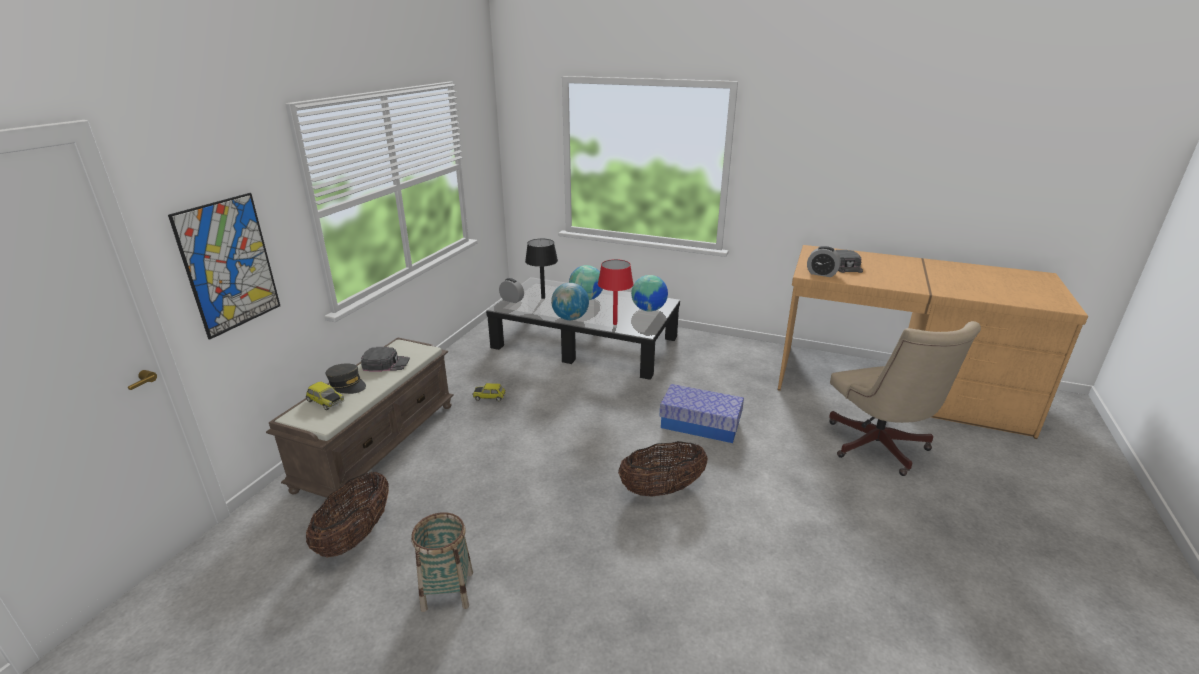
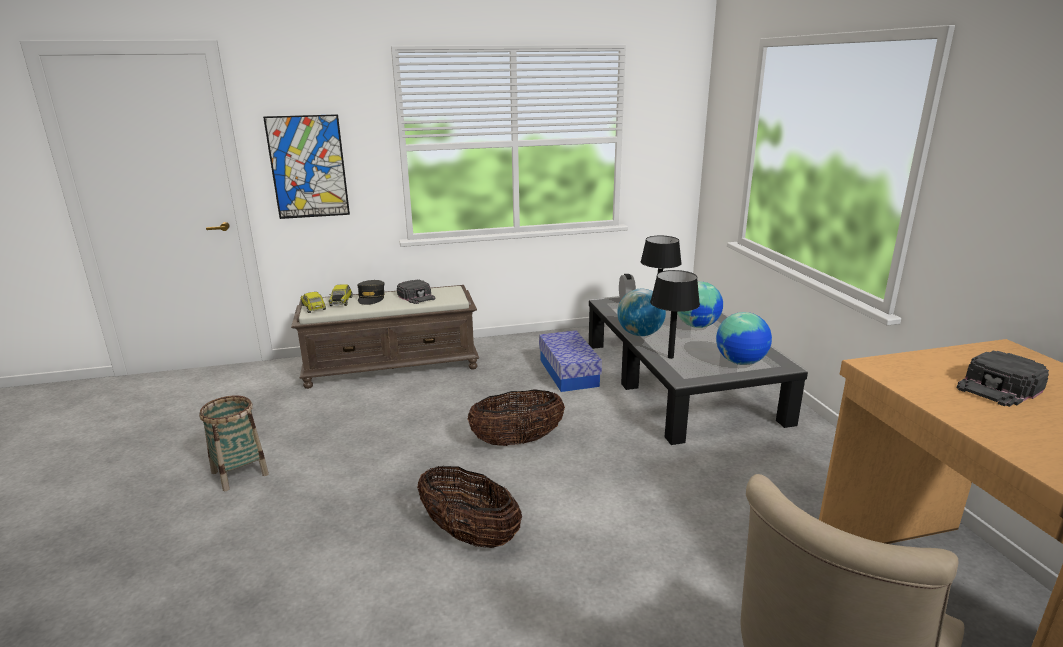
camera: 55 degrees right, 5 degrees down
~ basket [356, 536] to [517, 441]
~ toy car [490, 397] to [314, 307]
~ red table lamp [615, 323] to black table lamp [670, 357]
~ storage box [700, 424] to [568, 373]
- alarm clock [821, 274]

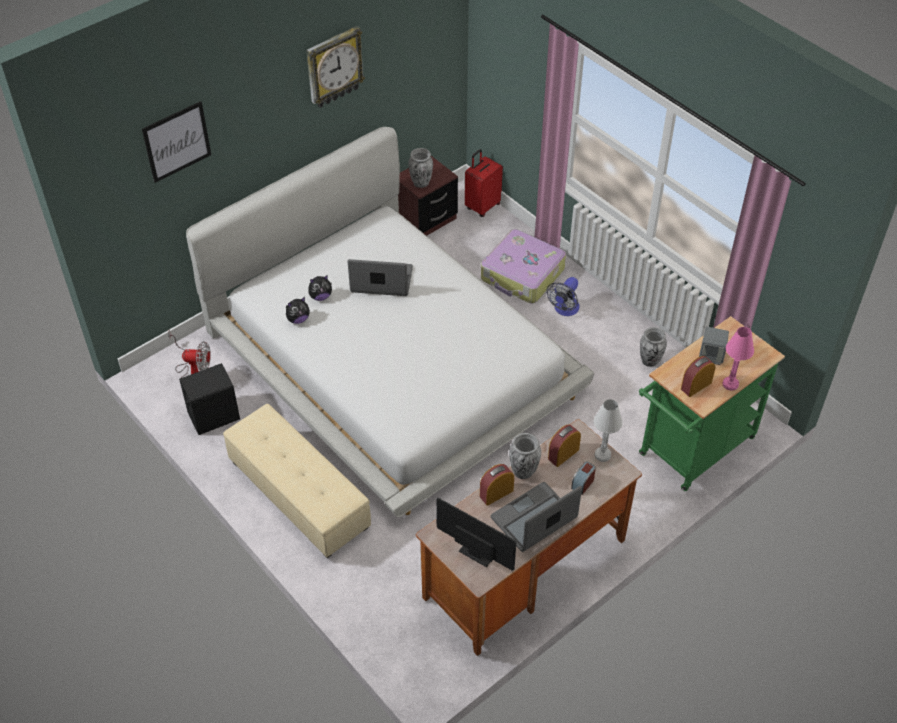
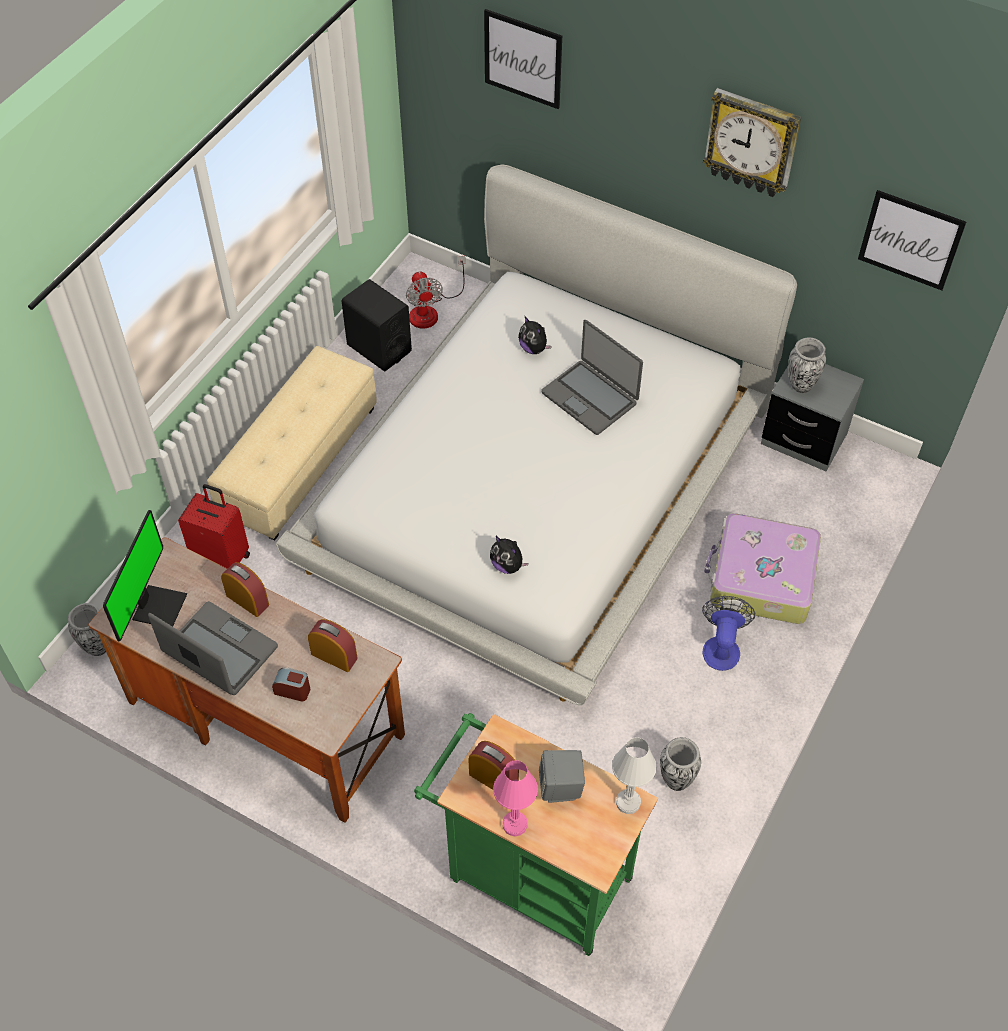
camera: 70 degrees right, 5 degrees up
~ plush toy [298, 319] to [507, 565]
~ laptop [381, 280] = [590, 397] 150 degrees clockwise
~ brown nightstand [425, 219] to grey nightstand [803, 439]
~ red suitcase [482, 206] to [223, 558]
~ vase [523, 472] to [98, 646]
~ fan [564, 310] = [721, 647] 90 degrees clockwise
~ white table lamp [602, 455] to [628, 802]
+ picture [910, 240]

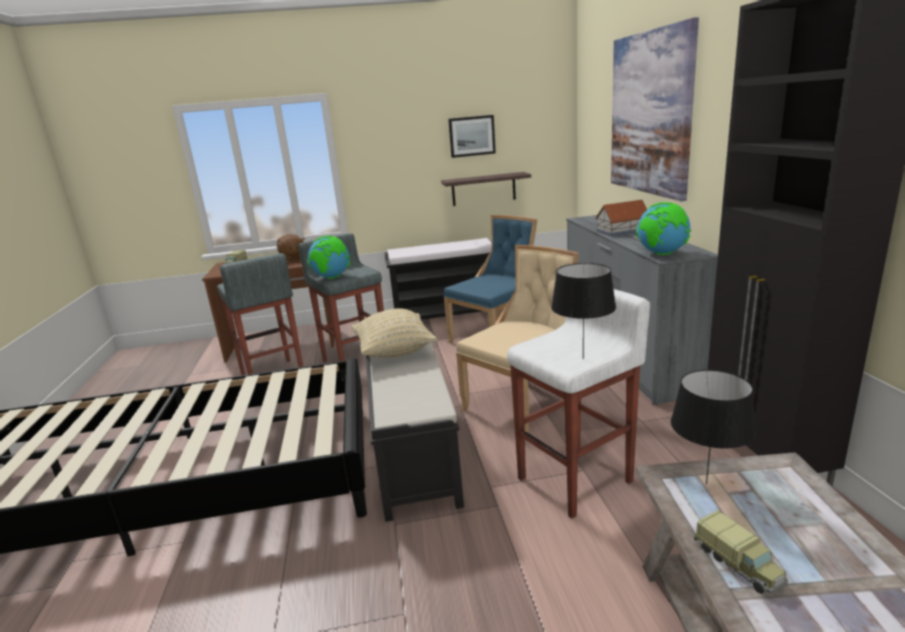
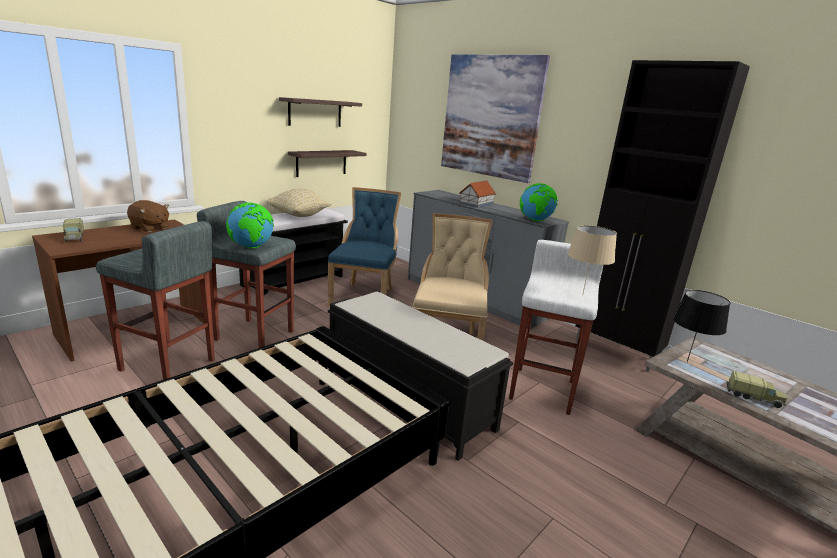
camera: 40 degrees left, 0 degrees up
~ beige pillow [395, 352] to [298, 216]
~ picture [472, 136] to shelf [315, 113]
~ black table lamp [582, 358] to beige table lamp [582, 295]

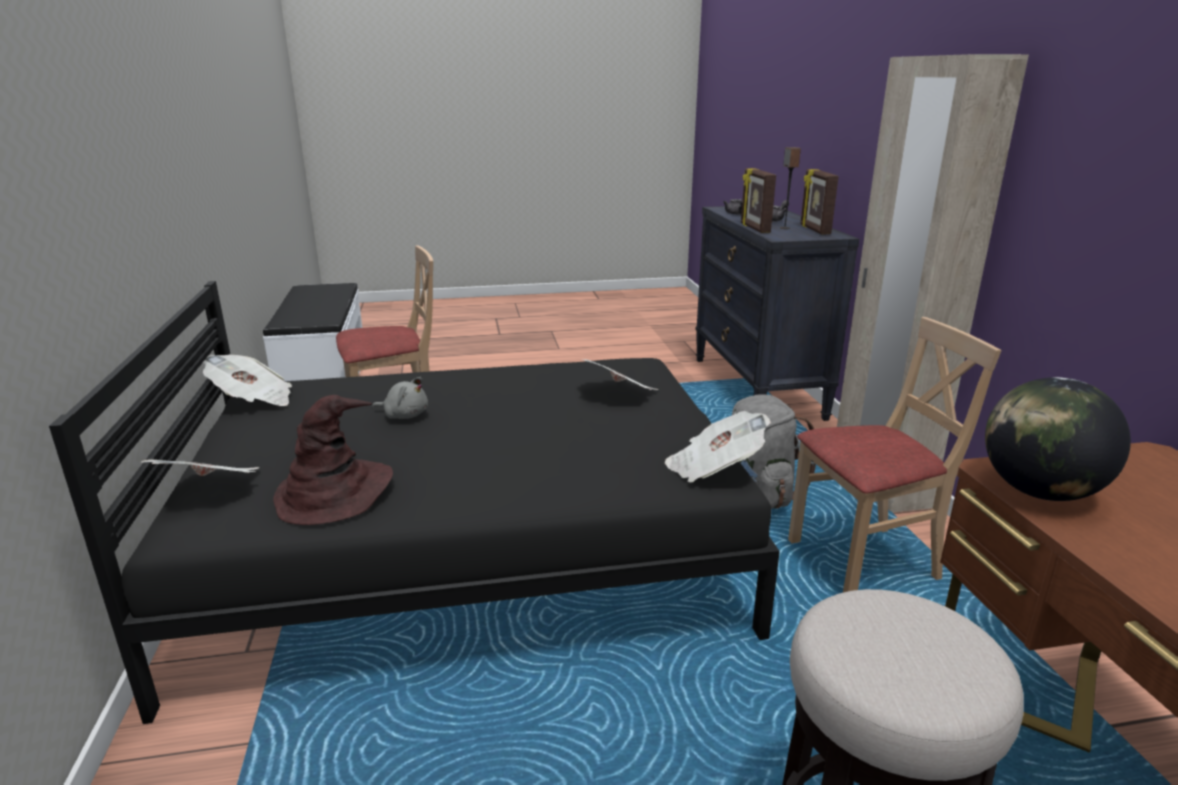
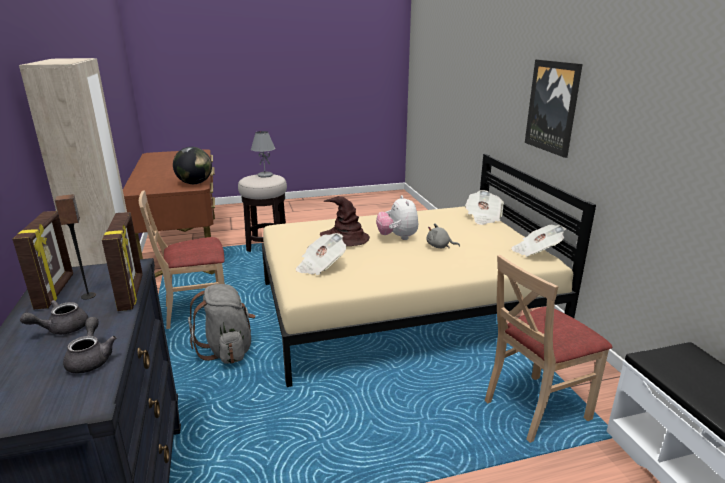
camera: 175 degrees right, 0 degrees up
~ black bed [469, 551] to beige bed [402, 308]
~ brown hat [334, 493] to [344, 238]
- newspaper [714, 469]
+ grey table lamp [264, 175]
+ plush toy [397, 237]
+ picture [553, 107]

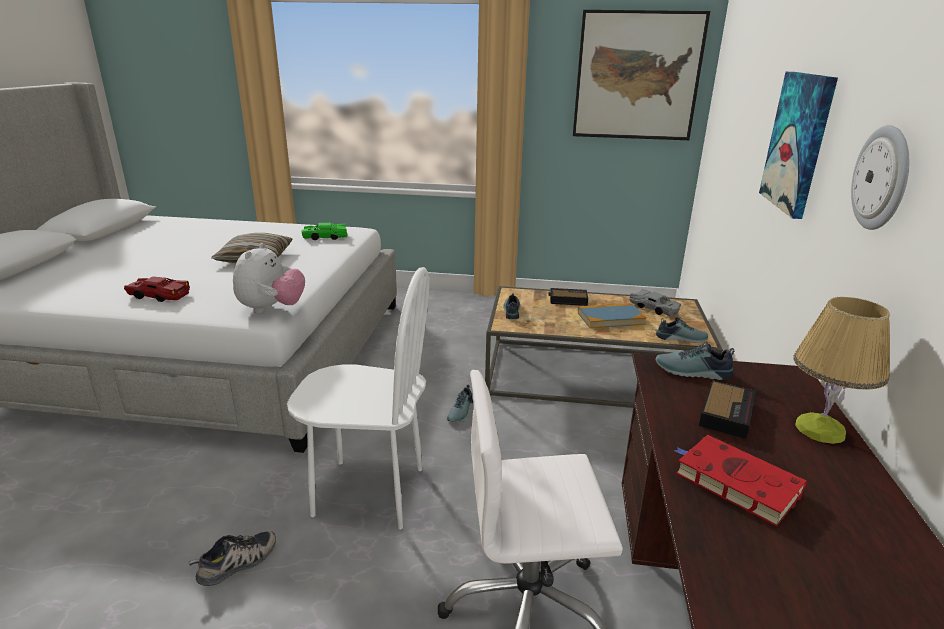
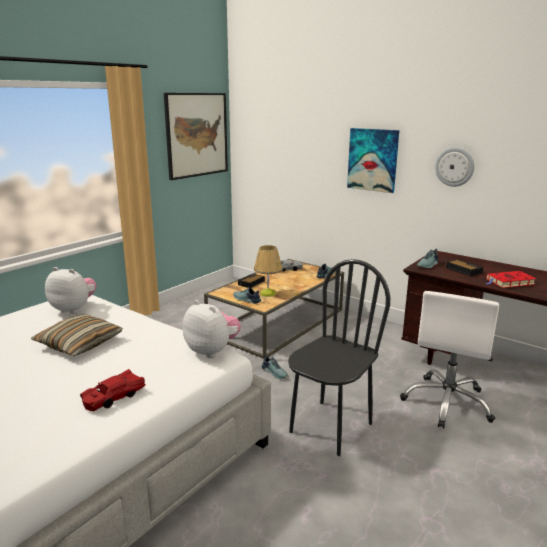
camera: 60 degrees left, 5 degrees down
- shoe [238, 563]
~ white chair [369, 492] to black chair [330, 427]
~ green toy car [325, 237] to plush toy [74, 309]
- book [610, 318]
~ table lamp [819, 429] to [268, 293]

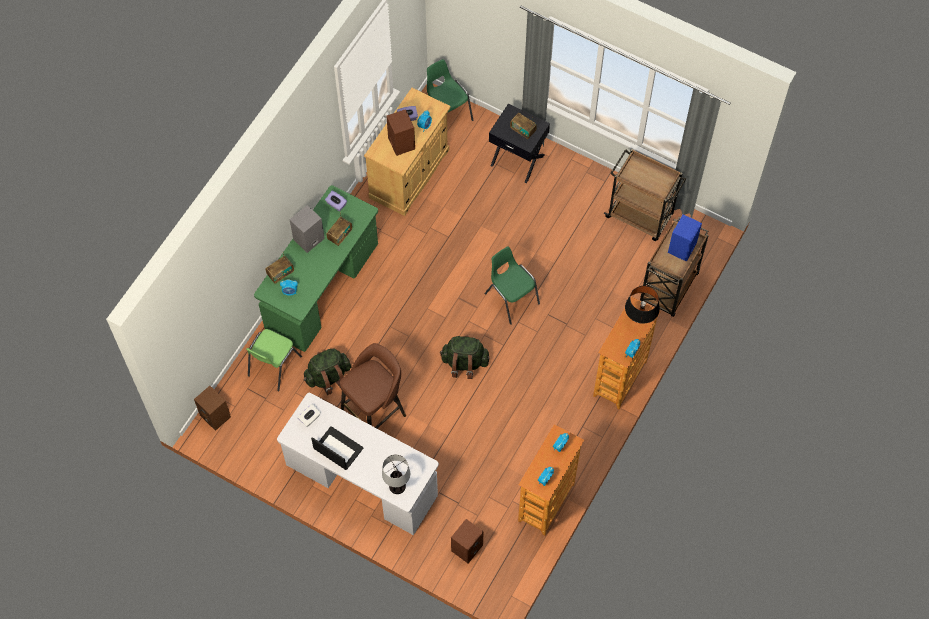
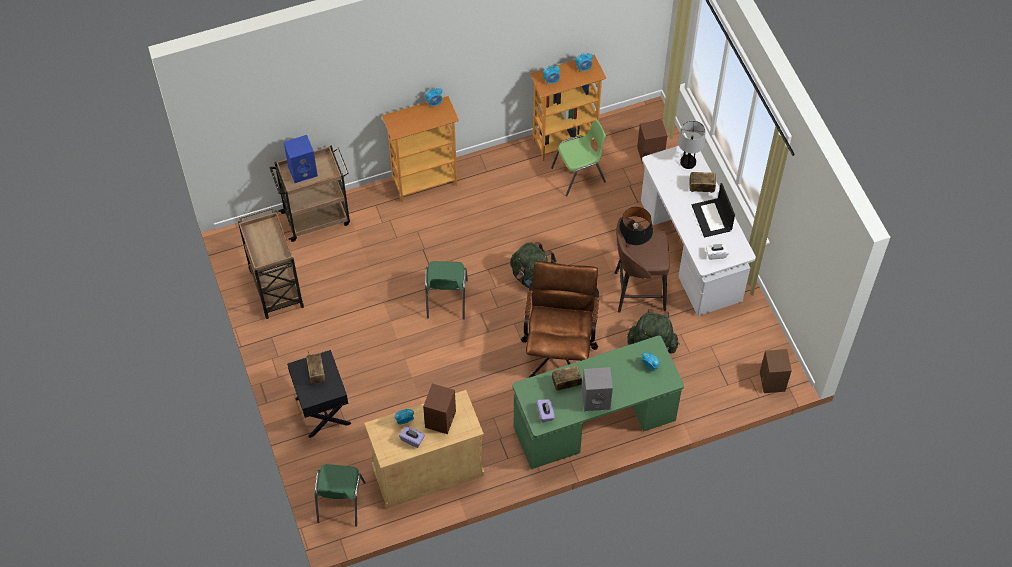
camera: 140 degrees left, 5 degrees down
~ green chair [273, 366] to [579, 175]
~ radio [280, 274] to [701, 188]
~ black table lamp [640, 317] to [634, 243]
+ brown office chair [559, 348]

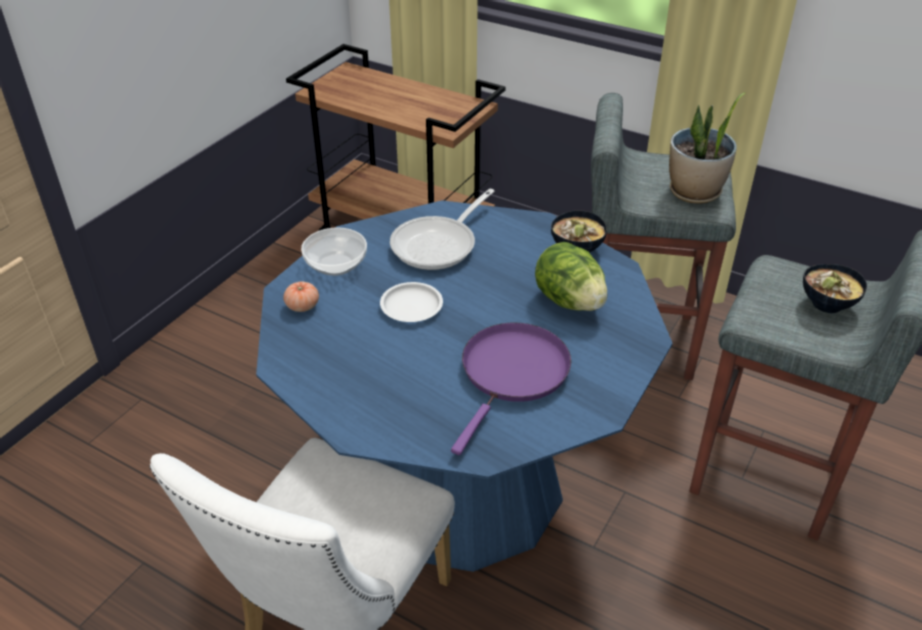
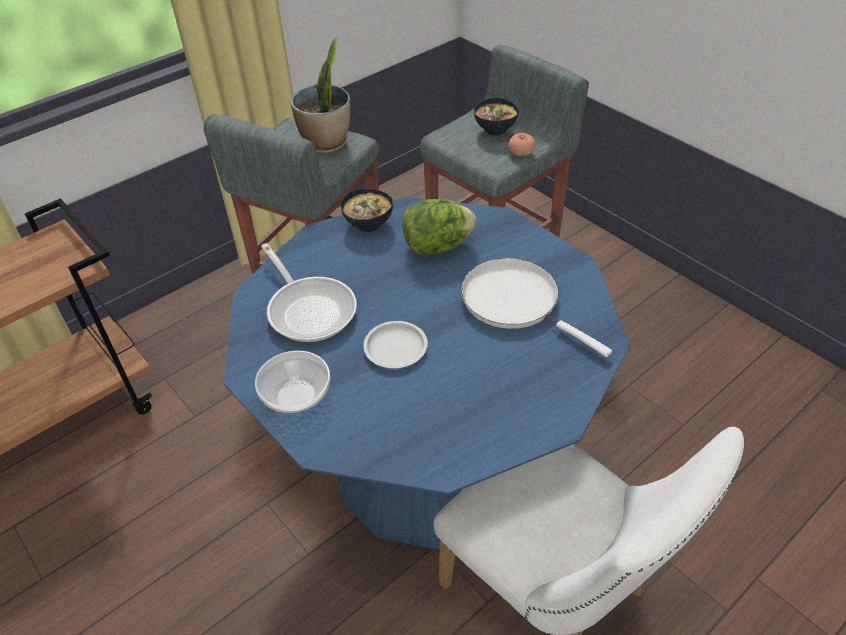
camera: 70 degrees left, 5 degrees up
~ tomato [302, 306] to [521, 152]
~ purple frying pan [512, 373] to white frying pan [515, 302]

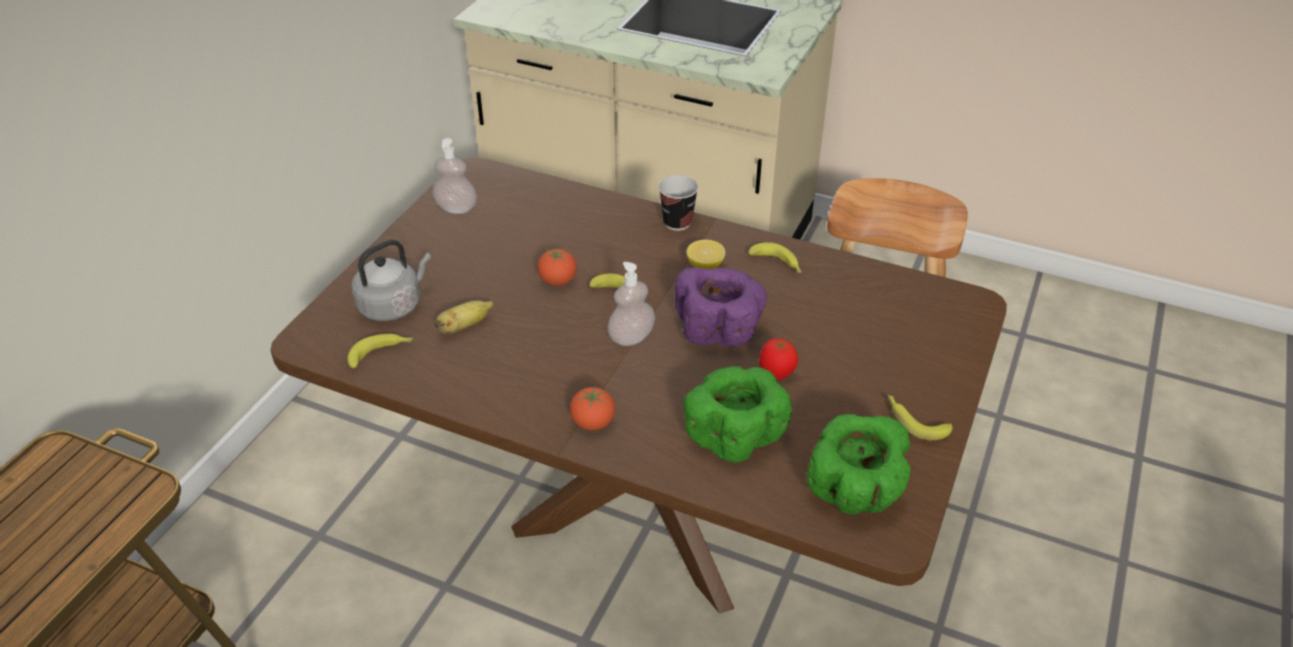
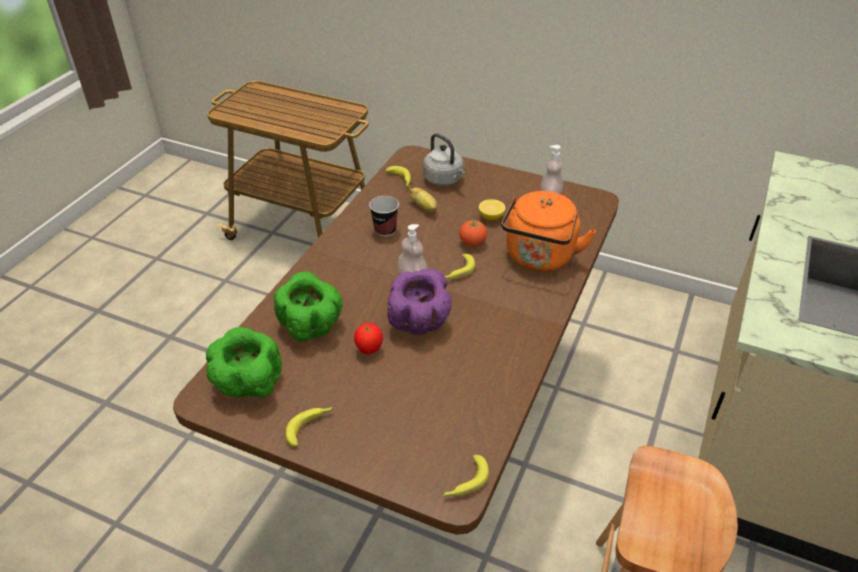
camera: 90 degrees right, 0 degrees up
- tomato [593, 423]
~ cup [677, 222] to [385, 230]
~ lemon [705, 265] to [491, 217]
~ banana [777, 264] to [465, 482]
+ orange kettle [539, 258]

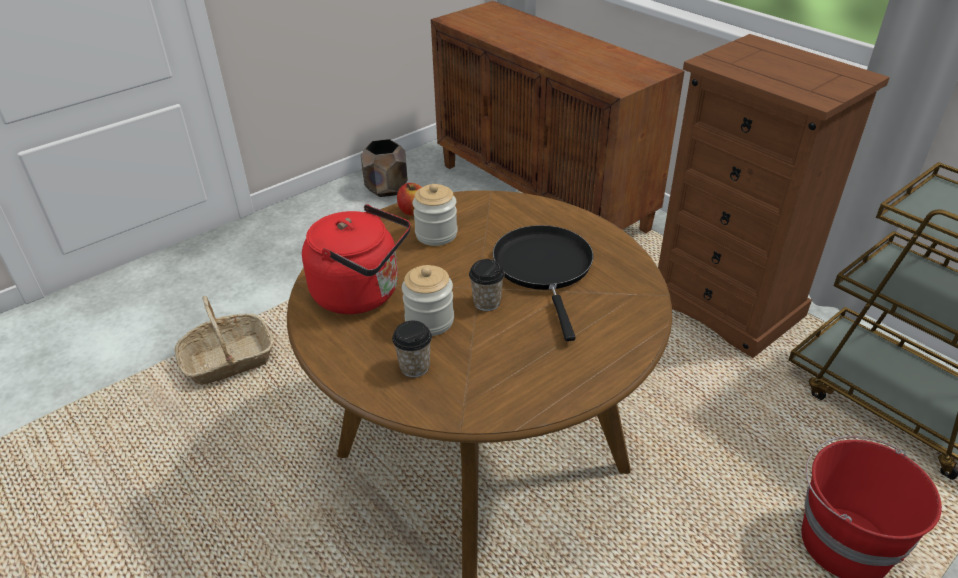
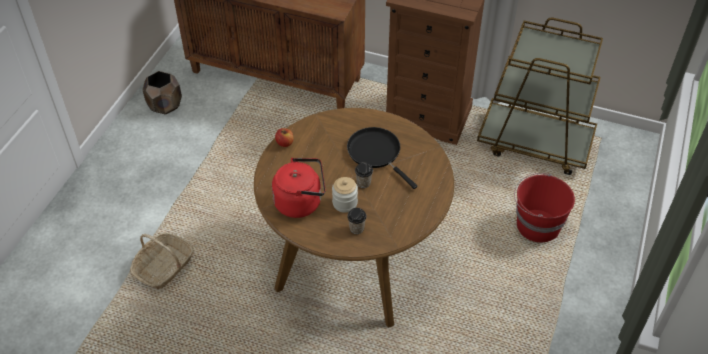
camera: 30 degrees left, 10 degrees up
- jar [436, 234]

